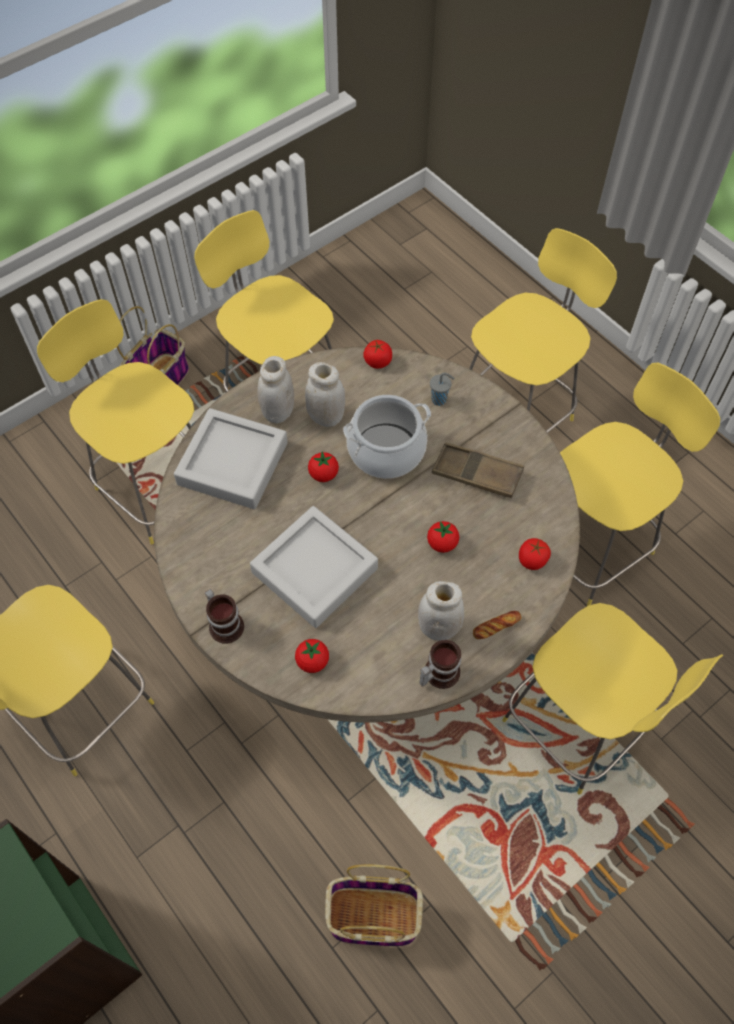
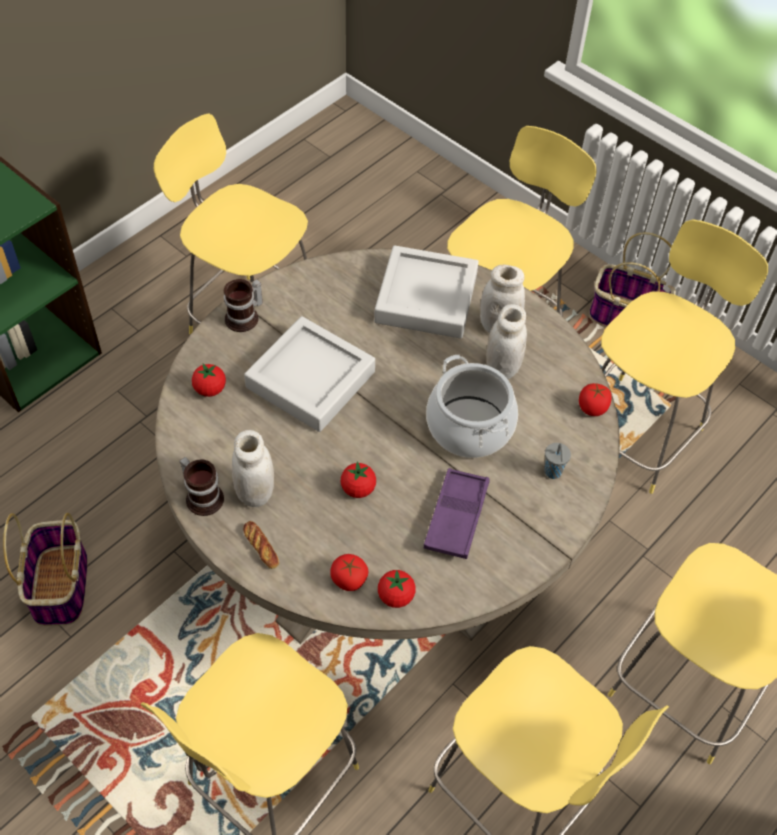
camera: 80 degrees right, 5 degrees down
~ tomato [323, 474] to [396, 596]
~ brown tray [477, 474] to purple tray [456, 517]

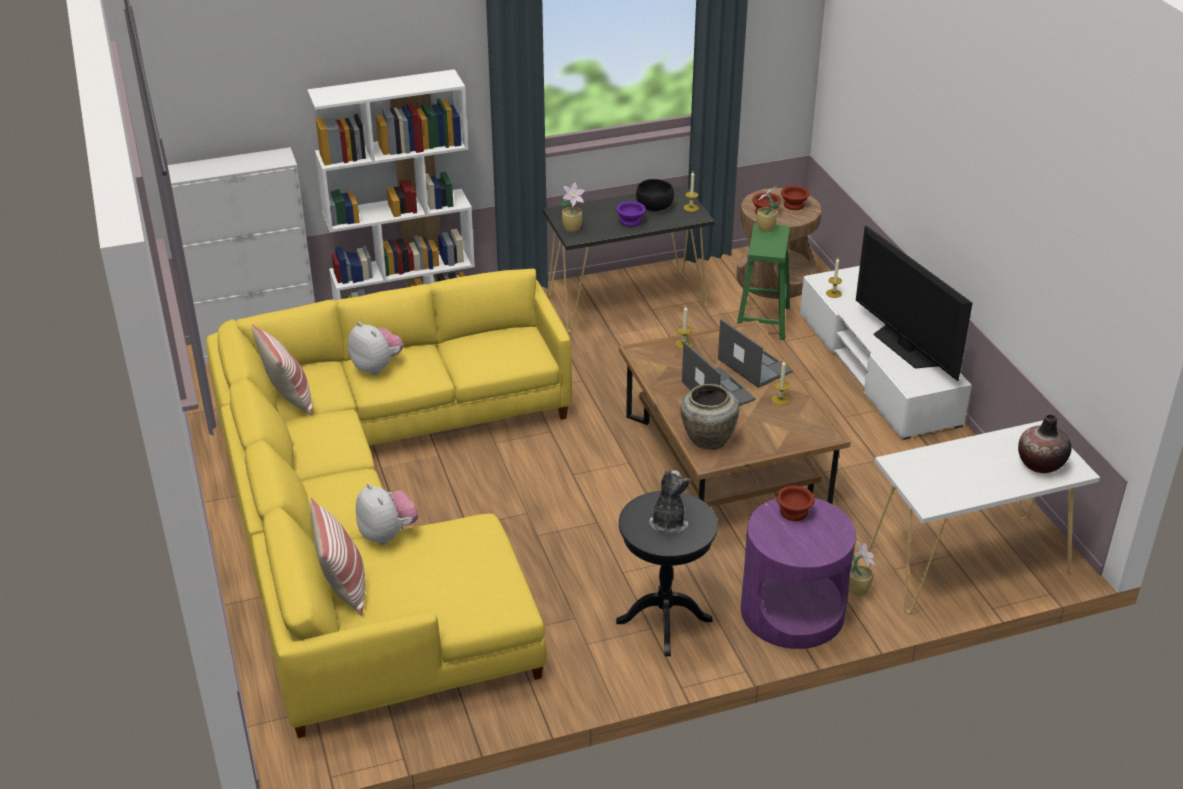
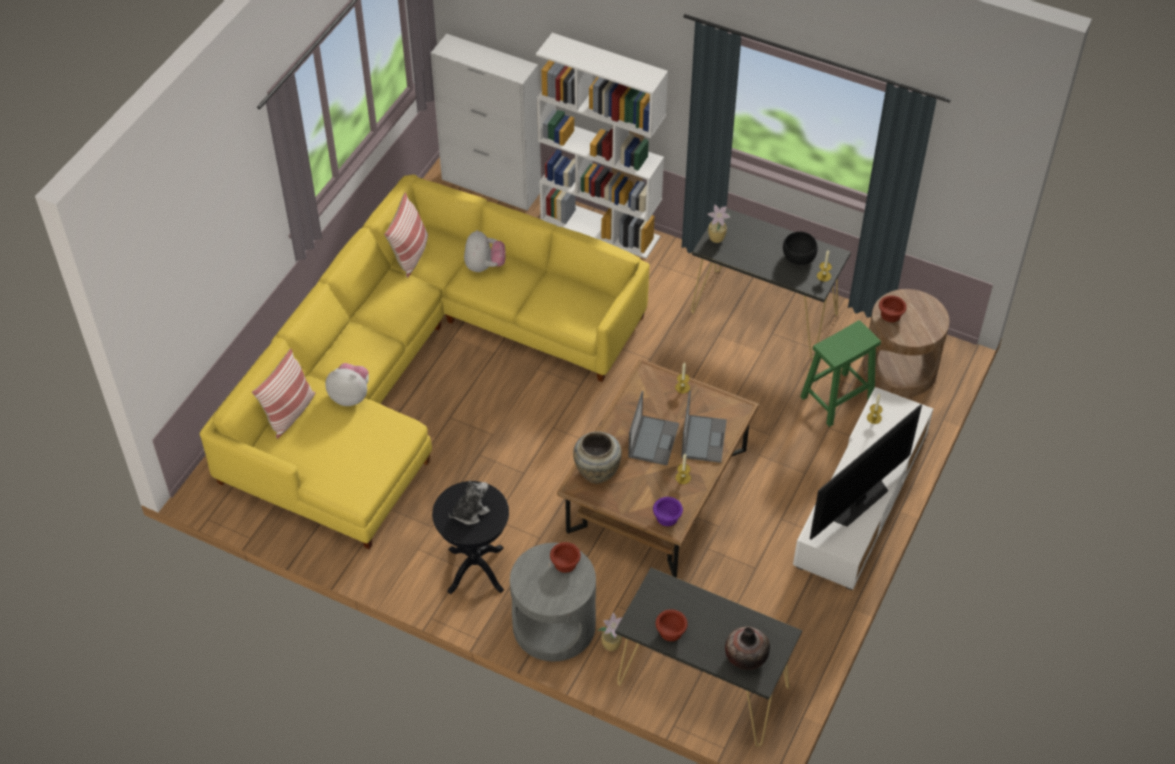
camera: 45 degrees right, 15 degrees up
~ plush toy [387, 534] = [350, 395] 90 degrees counterclockwise
~ purple bowl [630, 222] to [666, 518]
~ purple side table [792, 611] to grey side table [553, 625]
- potted plant [765, 228]
~ brown bowl [793, 205] to [670, 630]
~ television [905, 347] = [857, 500] 150 degrees counterclockwise
~ white console table [966, 564] to black console table [702, 685]

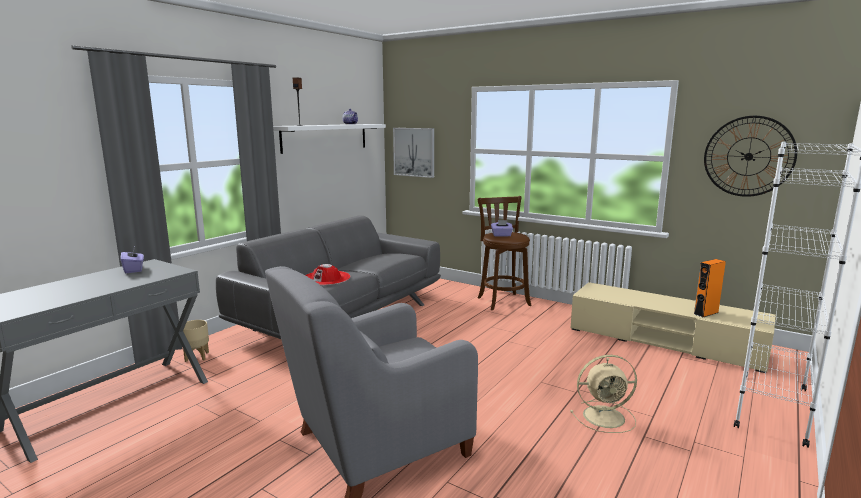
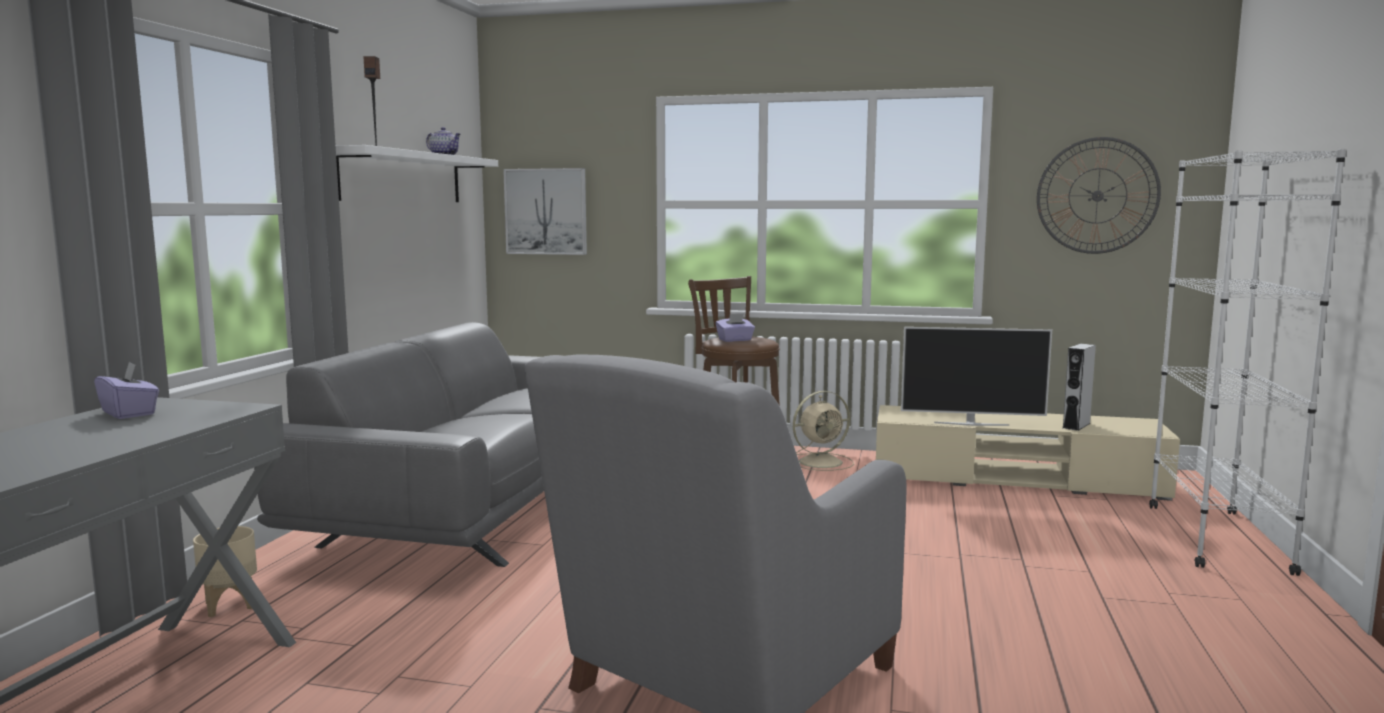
camera: 20 degrees left, 5 degrees down
- red hat [326, 278]
~ beige fan [605, 416] to [822, 462]
~ orange speaker [706, 313] to grey speaker [1076, 425]
+ television [971, 424]

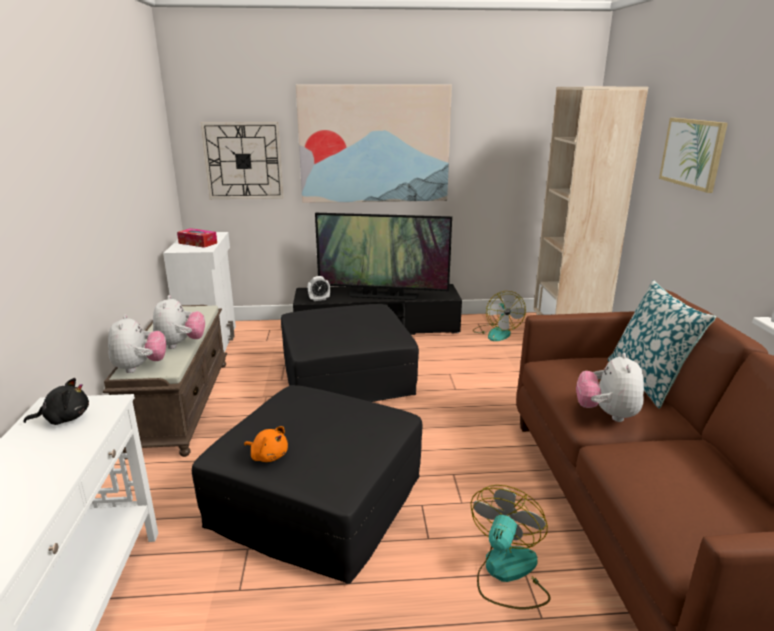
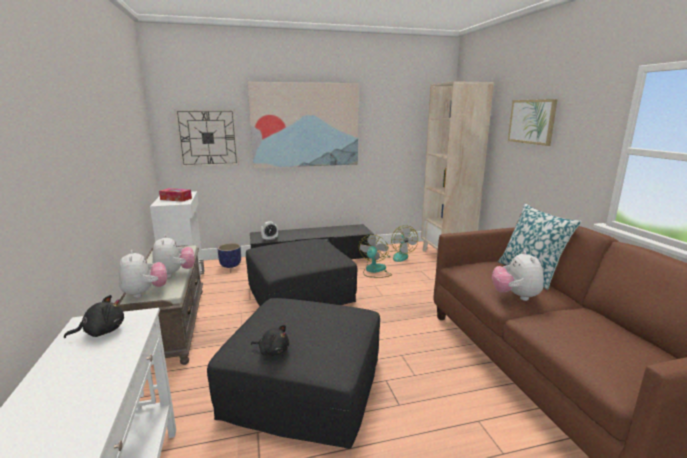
camera: 10 degrees left, 5 degrees down
~ orange plush toy [268, 456] to black plush toy [272, 351]
- television [383, 296]
~ fan [507, 573] to [374, 271]
+ planter [230, 265]

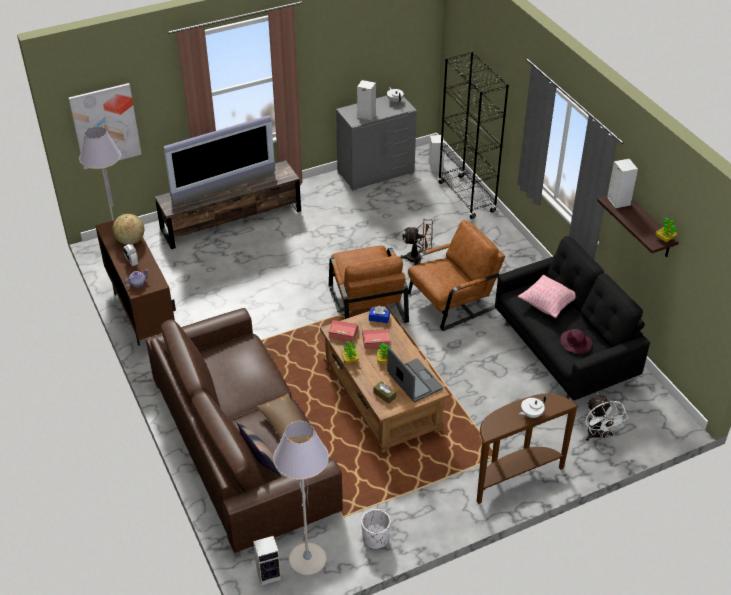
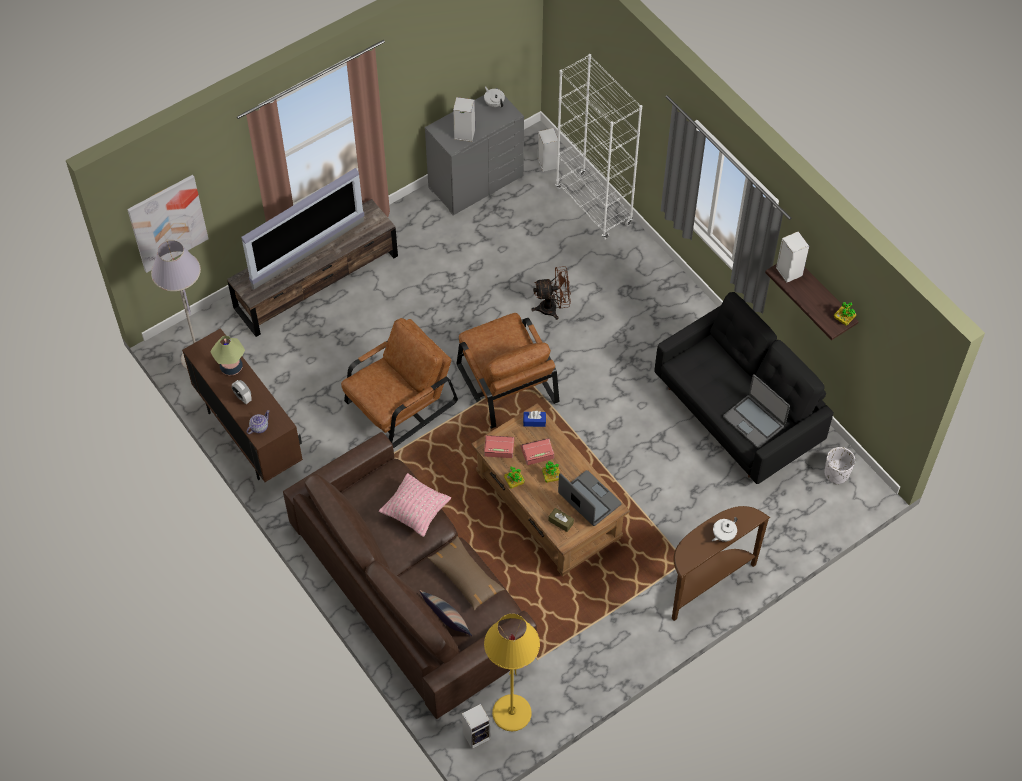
camera: 10 degrees left, 15 degrees up
~ globe [130, 241] to table lamp [231, 367]
~ grey floor lamp [307, 559] to yellow floor lamp [511, 713]
~ white planter [375, 538] to [836, 473]
~ brown armchair [453, 300] to [399, 403]
~ black bookcase [466, 197] to white bookcase [593, 206]
~ pink pillow [547, 305] to [415, 511]
~ purple hat [576, 343] to laptop [754, 421]
- white fan [598, 435]

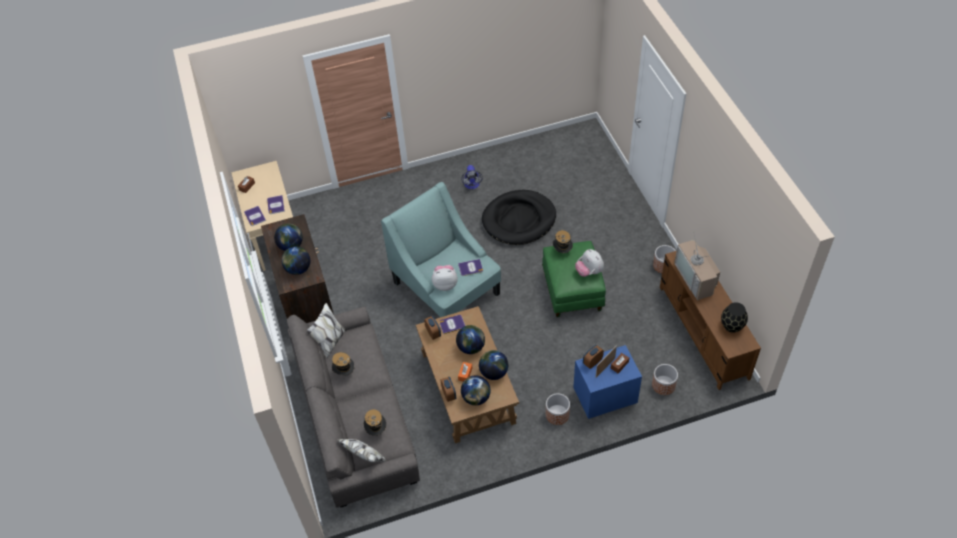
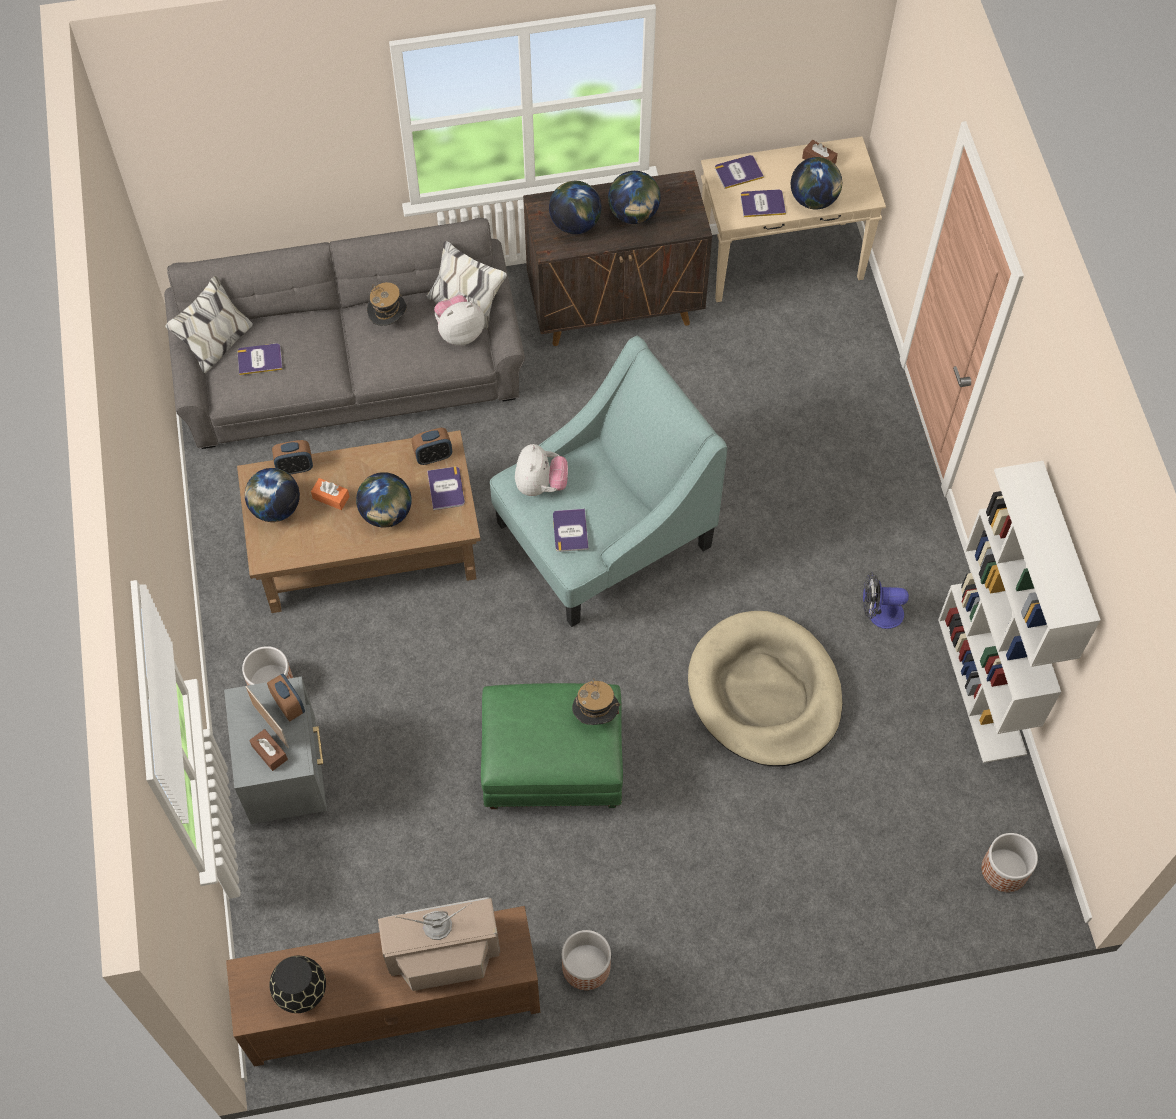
camera: 95 degrees right, 10 degrees up
~ hat [376, 430] to book [260, 359]
~ globe [493, 372] to [814, 199]
~ black dog bed [519, 220] to beige dog bed [765, 692]
~ blue nightstand [603, 397] to grey nightstand [286, 771]
~ plush toy [589, 272] to [459, 332]
~ planter [663, 385] to [1004, 869]
+ white bookcase [982, 686]

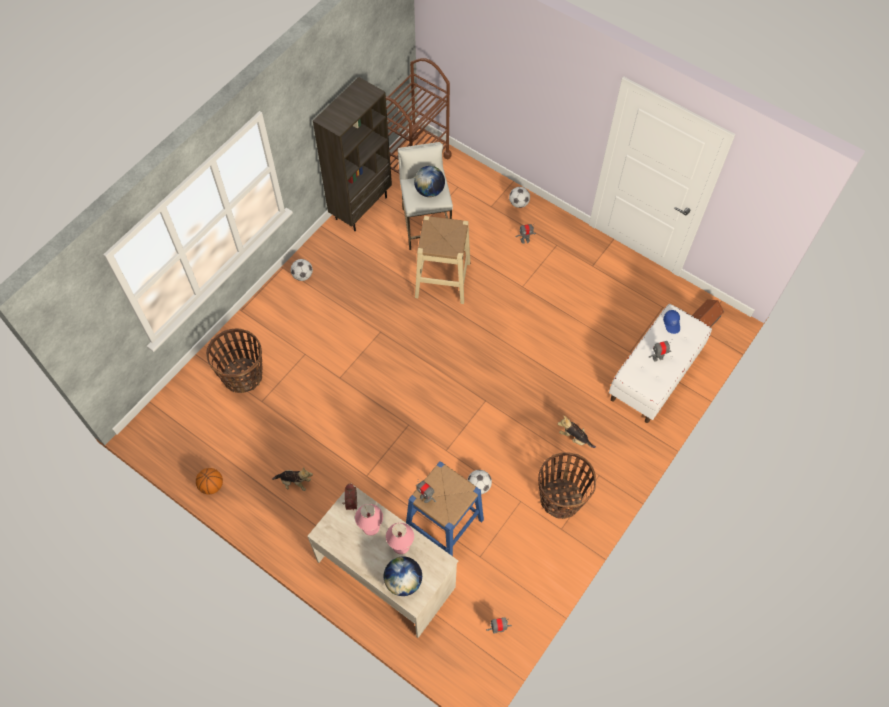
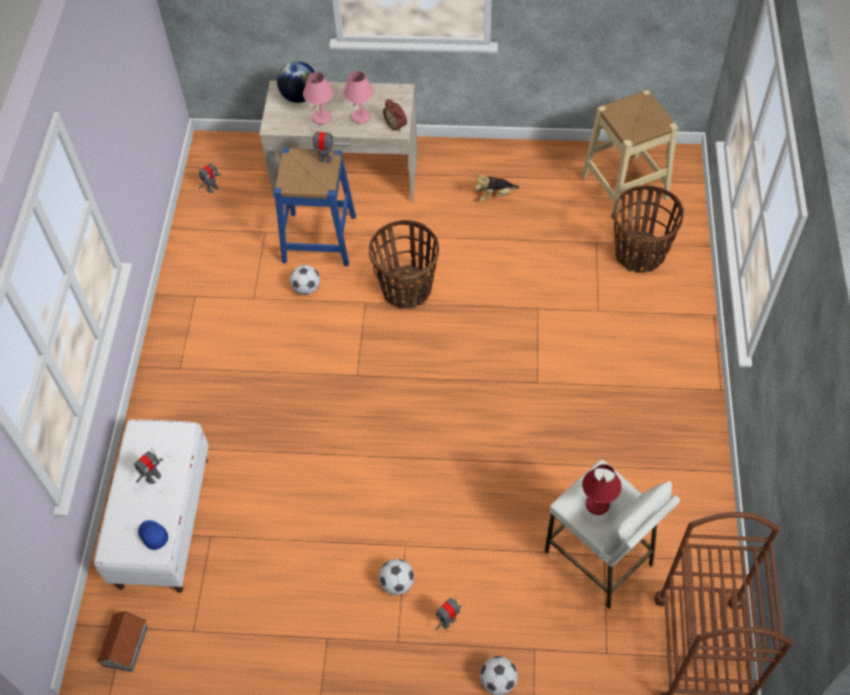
camera: 150 degrees right, 5 degrees down
- basketball [211, 485]
~ football [303, 275] to [397, 583]
- brown bookcase [361, 207]
~ globe [429, 191] to red table lamp [597, 504]
~ beige stool [442, 280] to [625, 186]
~ basket [560, 498] to [406, 288]
- plush toy [574, 438]

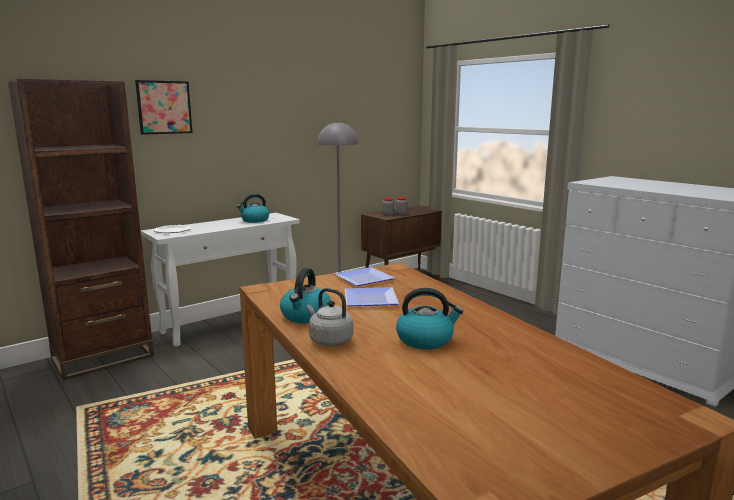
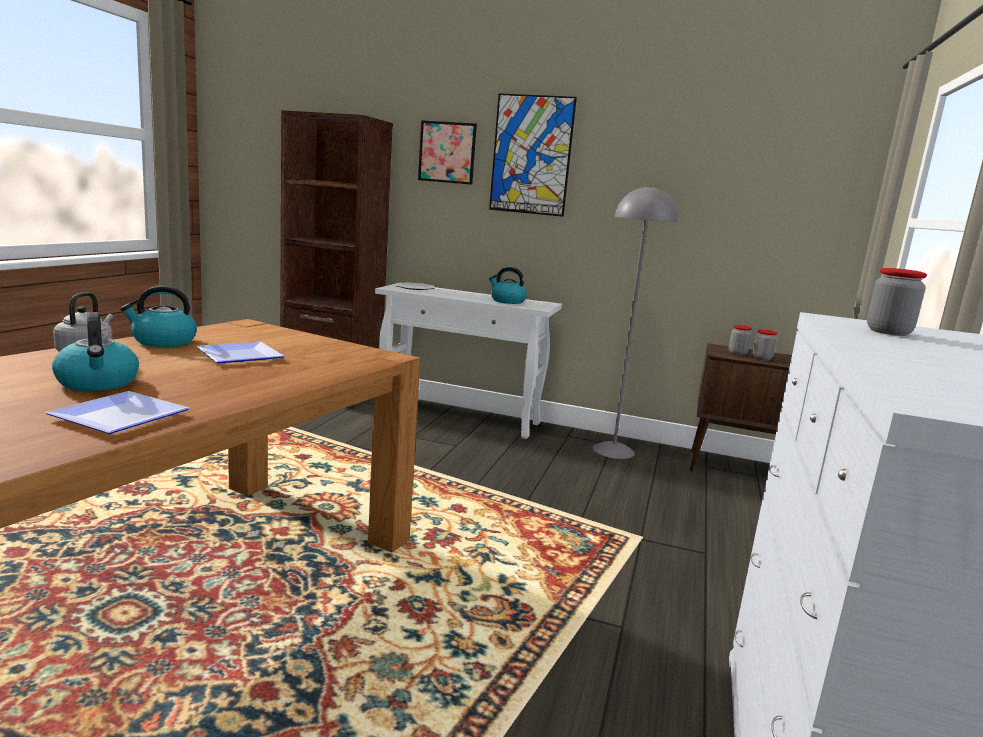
camera: 55 degrees right, 0 degrees up
~ plate [363, 280] to [115, 417]
+ picture [531, 155]
+ jar [888, 332]

